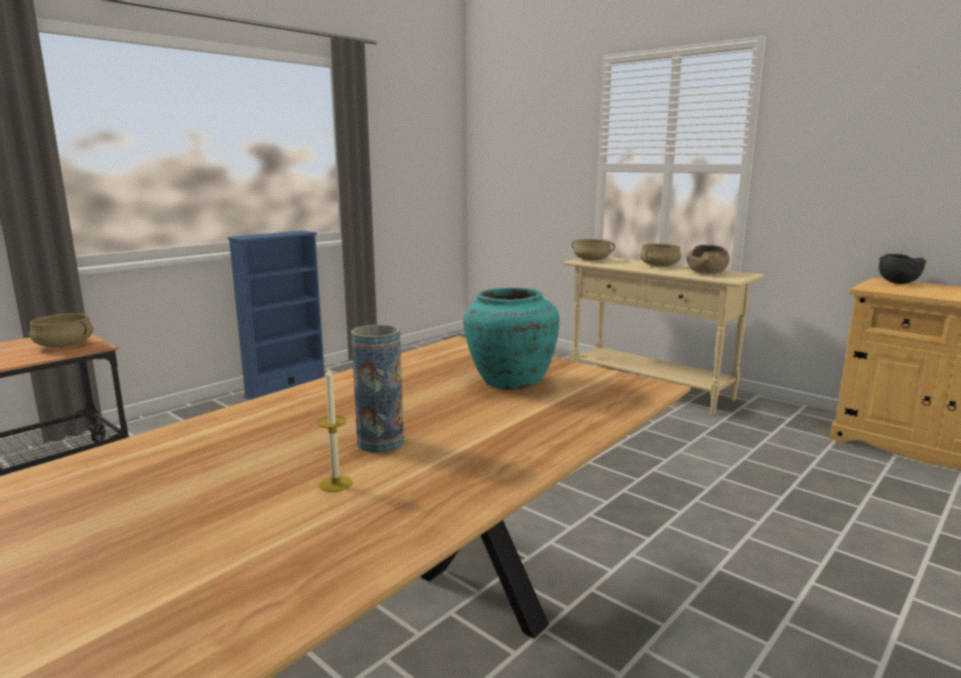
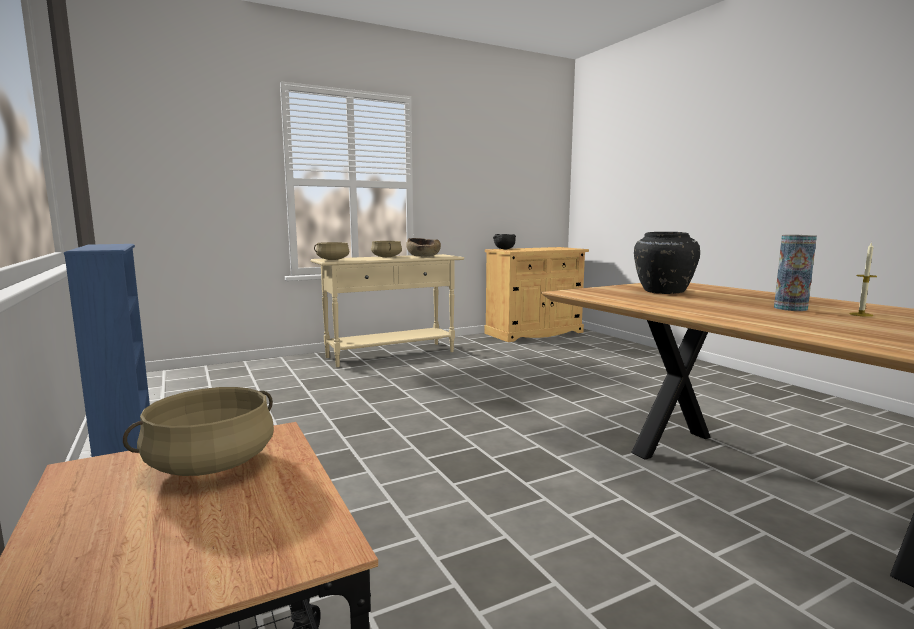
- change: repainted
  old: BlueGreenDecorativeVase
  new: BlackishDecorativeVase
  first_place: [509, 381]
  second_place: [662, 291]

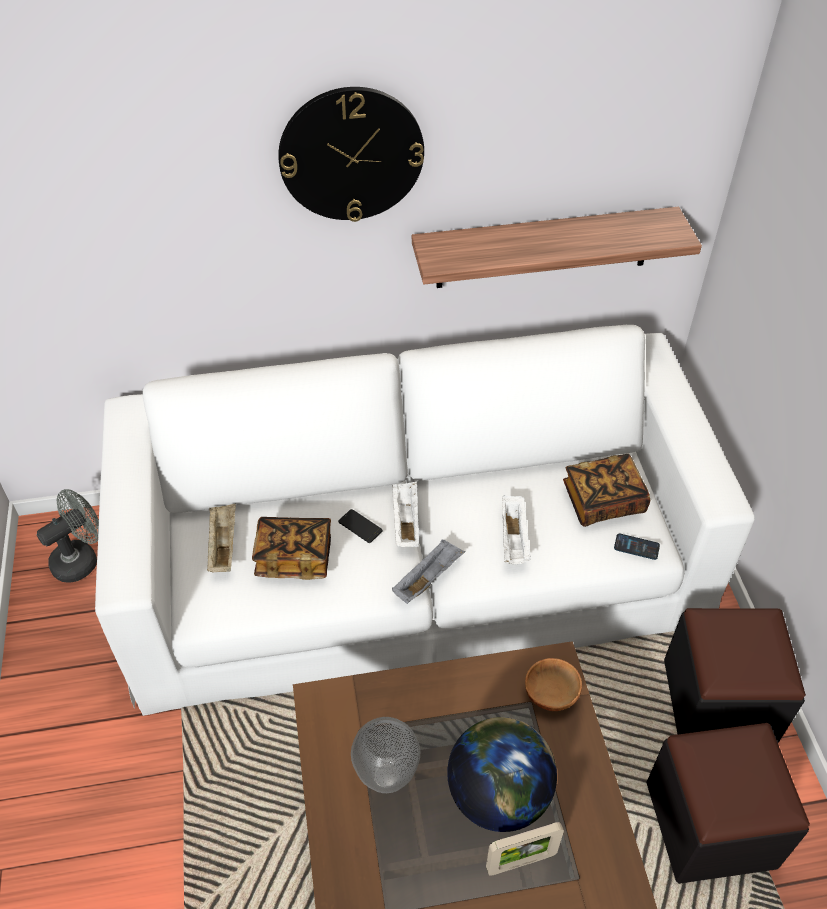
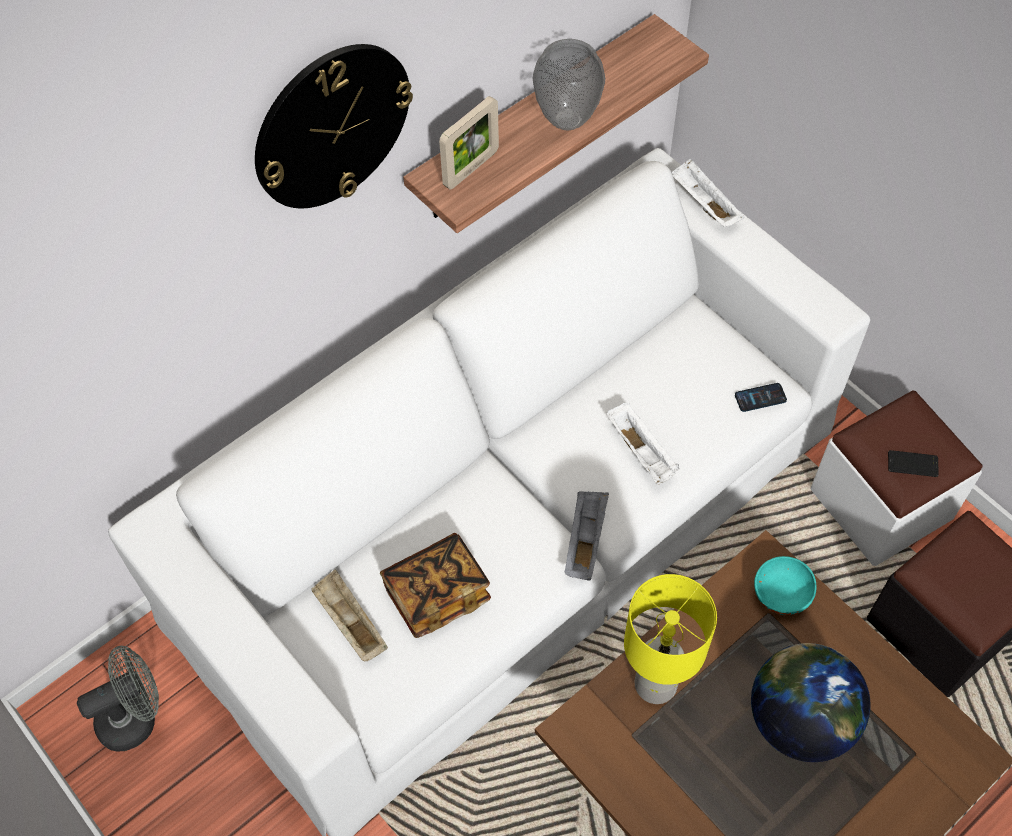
- change: gone
  old: BoundBook
  first_place: [603, 501]
- change: shifted
  old: WhitishCarryingTray
  first_place: [405, 522]
  second_place: [703, 204]
- change: rotated
  old: GreyishFan
  first_place: [81, 559]
  second_place: [135, 717]
  degrees: 45
- change: shifted
  old: Telephone
  first_place: [360, 526]
  second_place: [912, 464]
- change: repainted
  old: BlackishPouffe
  new: WhitishPouffe
  first_place: [718, 701]
  second_place: [881, 503]
- change: repainted
  old: BrownColouredServingBowl
  new: BlueGreenServingBowl
  first_place: [550, 693]
  second_place: [780, 594]
- change: shifted
  old: DecorativeVase
  first_place: [387, 775]
  second_place: [568, 119]
- change: shifted
  old: StandingFrame
  first_place: [521, 862]
  second_place: [471, 169]
- change: new
  new: YellowColouredTableLamp
  second_place: [657, 684]

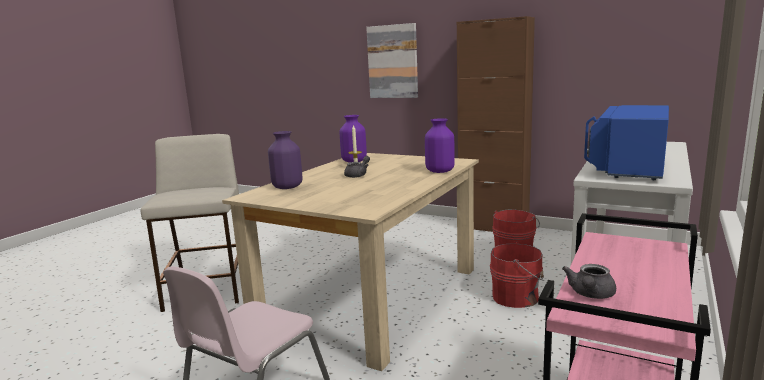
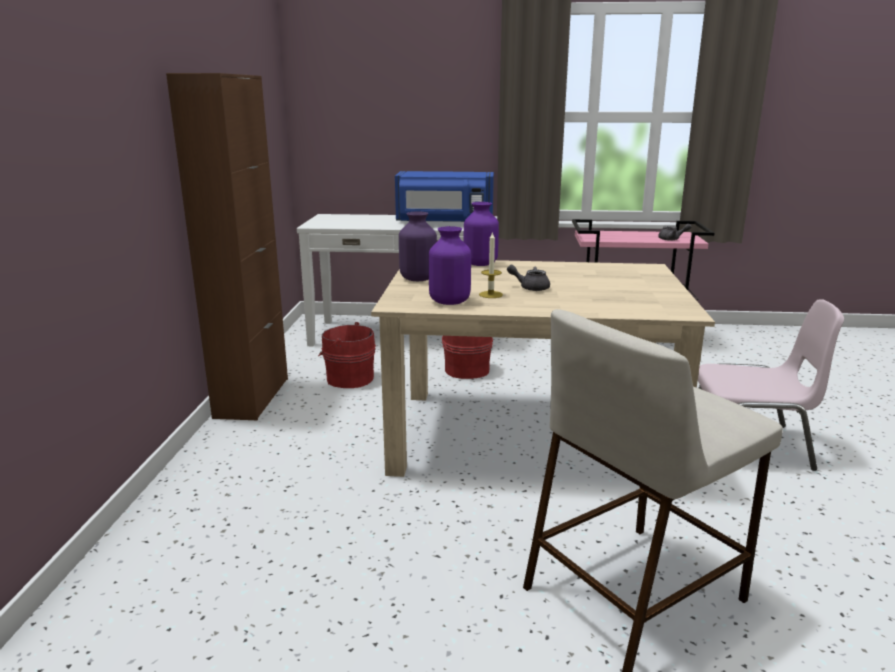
- change: gone
  old: WallPicture
  first_place: [393, 62]
- change: shifted
  old: PurplishDecorativeVase
  first_place: [287, 187]
  second_place: [418, 279]

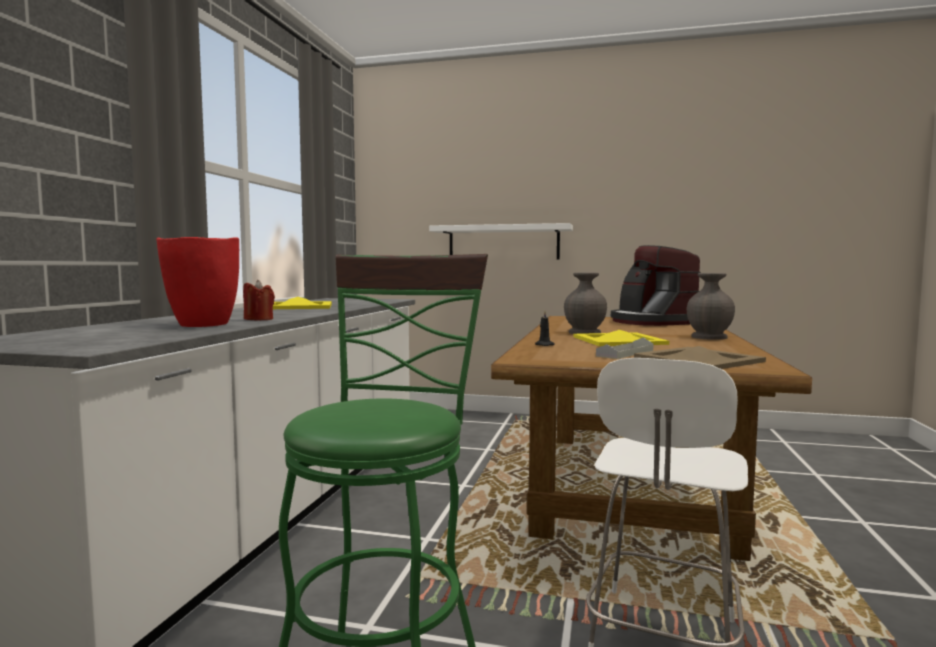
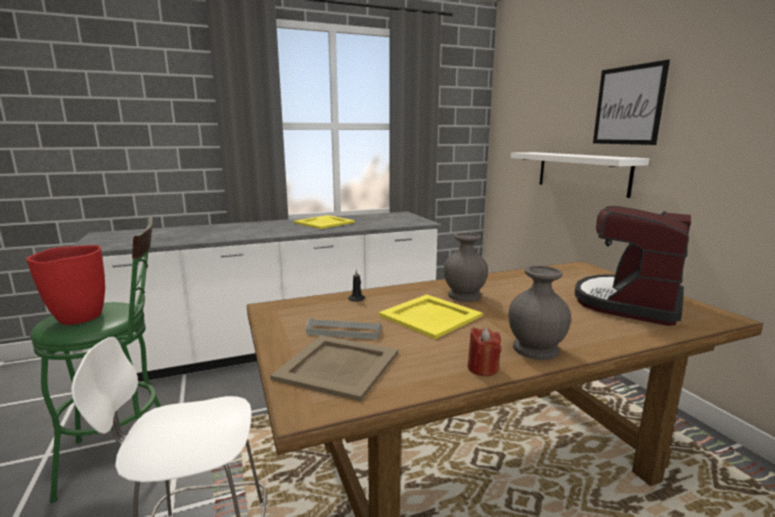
- change: shifted
  old: RedColouredDecorativeVase
  first_place: [203, 325]
  second_place: [78, 318]
- change: shifted
  old: RedColouredWaxCandle
  first_place: [259, 319]
  second_place: [482, 368]
- change: new
  new: WallPicture
  second_place: [628, 105]

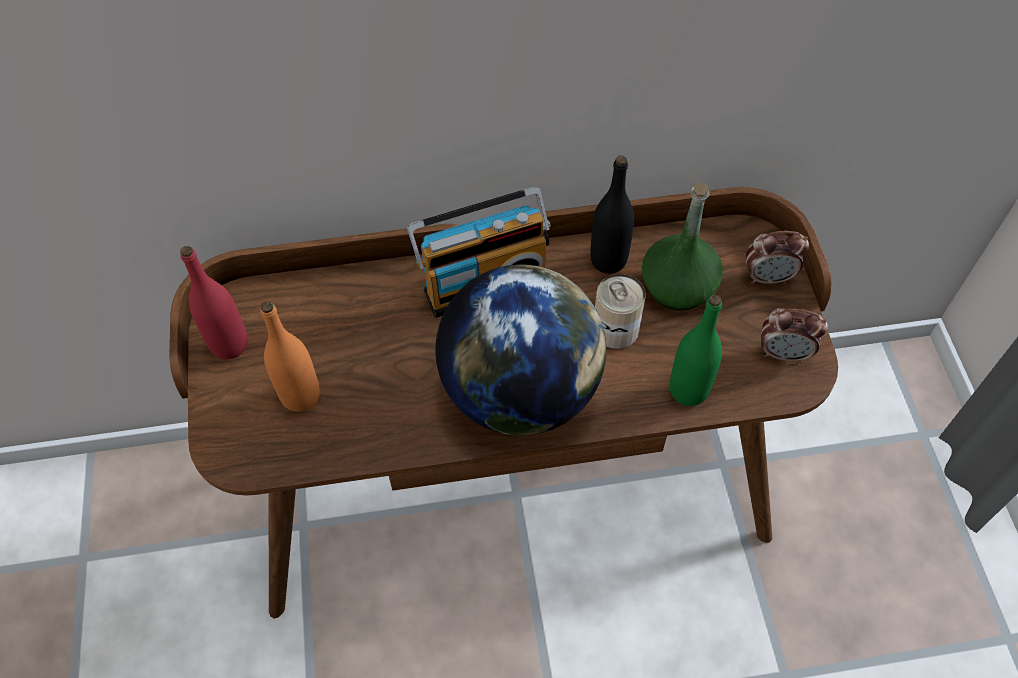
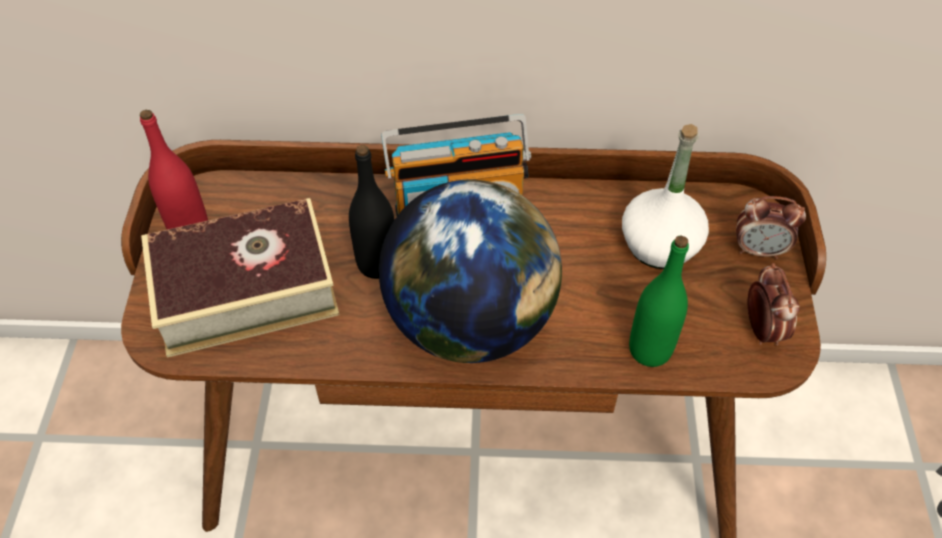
- change: shifted
  old: BlackishBeverageBottle
  first_place: [608, 260]
  second_place: [377, 264]
- change: repainted
  old: GreenColouredBeverageBottle
  new: WhitishBeverageBottle
  first_place: [678, 287]
  second_place: [659, 245]
- change: gone
  old: MetalCan
  first_place: [615, 329]
- change: swapped
  old: OrangeBeverageBottle
  new: BoundBook
  first_place: [300, 395]
  second_place: [245, 290]
- change: rotated
  old: AlarmClock
  first_place: [784, 353]
  second_place: [762, 329]
  degrees: -120

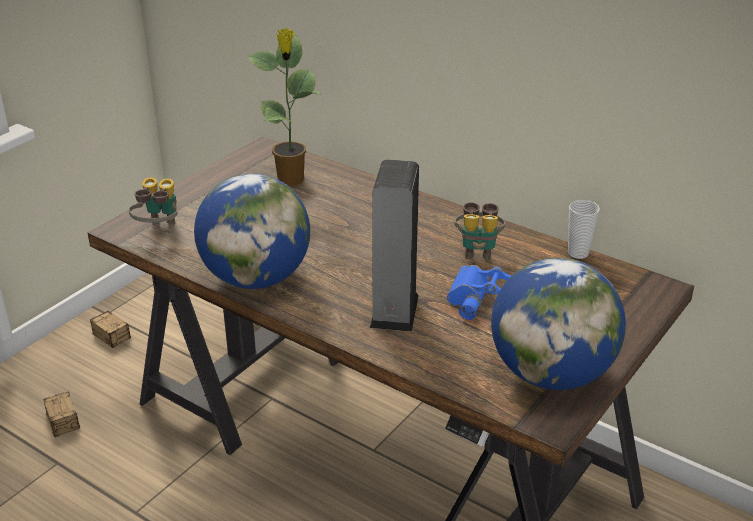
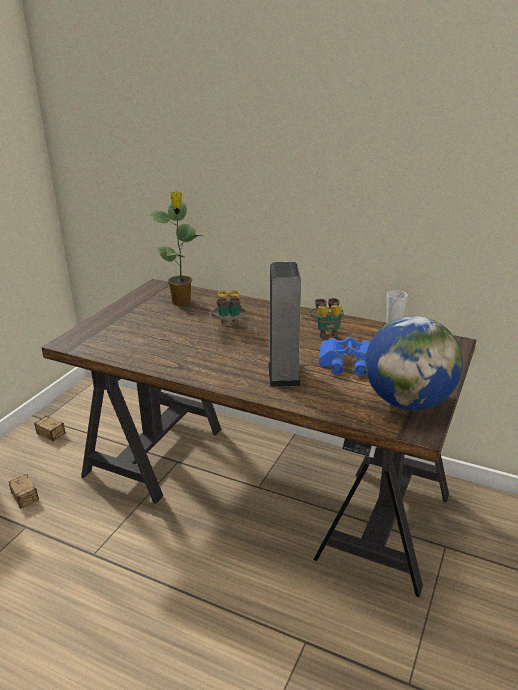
- change: gone
  old: DeskGlobe
  first_place: [256, 278]
- change: shifted
  old: PairOfBinoculars
  first_place: [159, 229]
  second_place: [229, 326]

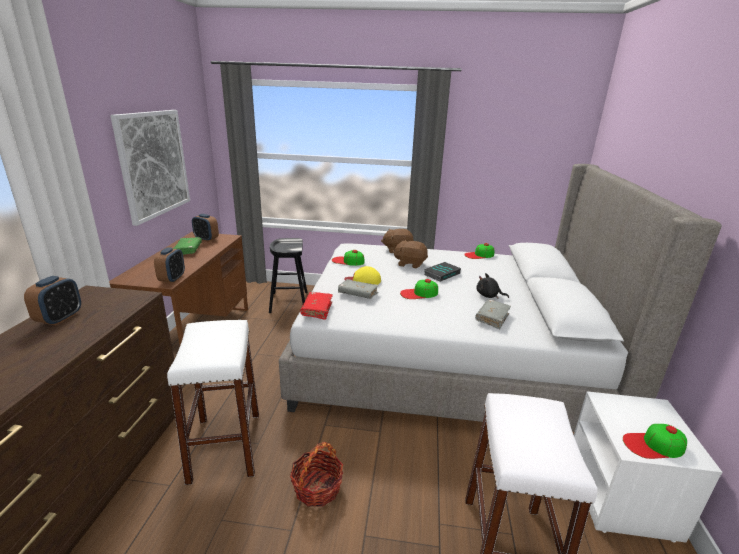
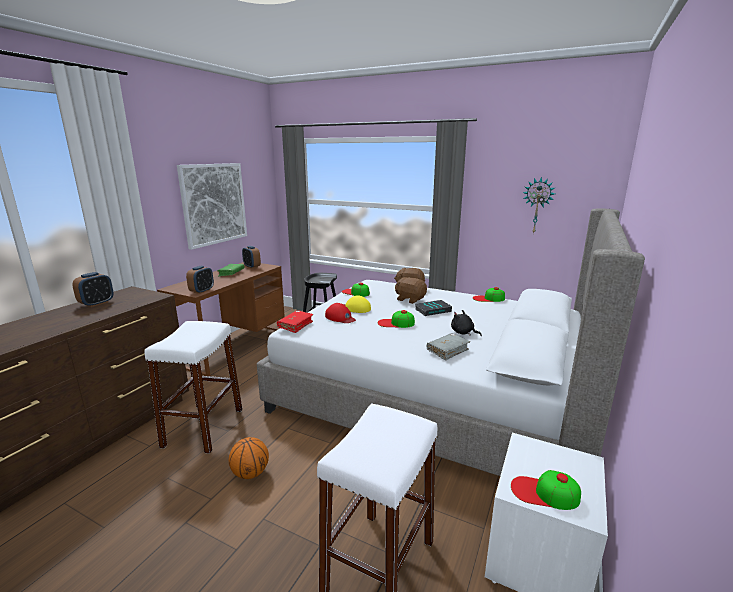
- change: swapped
  old: GreyishBoundBook
  new: RedColouredBaseballCap
  first_place: [358, 294]
  second_place: [340, 318]
- change: swapped
  old: HouseholdBasket
  new: Basketball
  first_place: [317, 488]
  second_place: [250, 473]
- change: new
  new: HangingClock
  second_place: [537, 205]

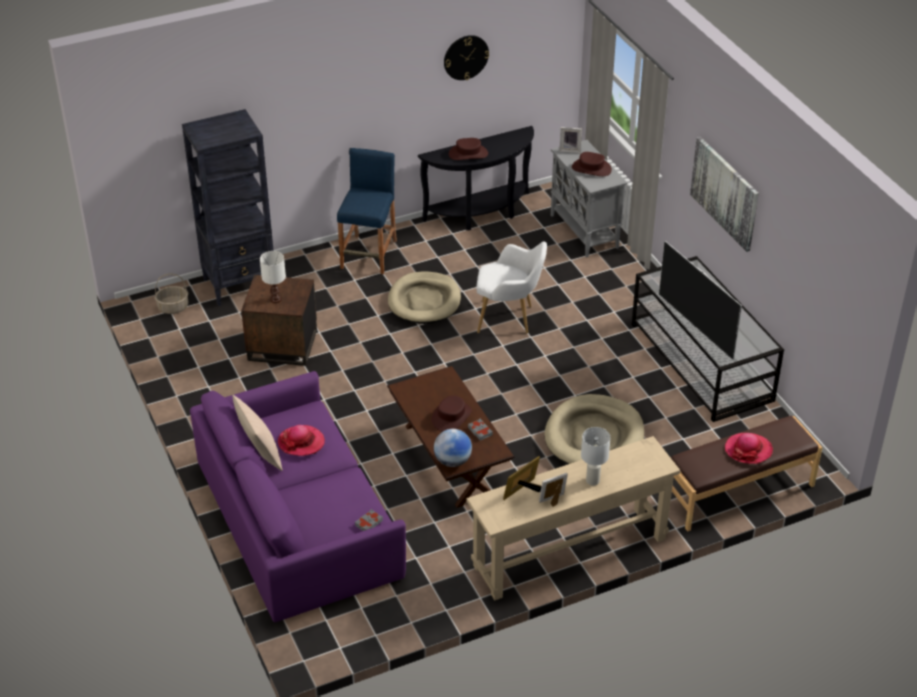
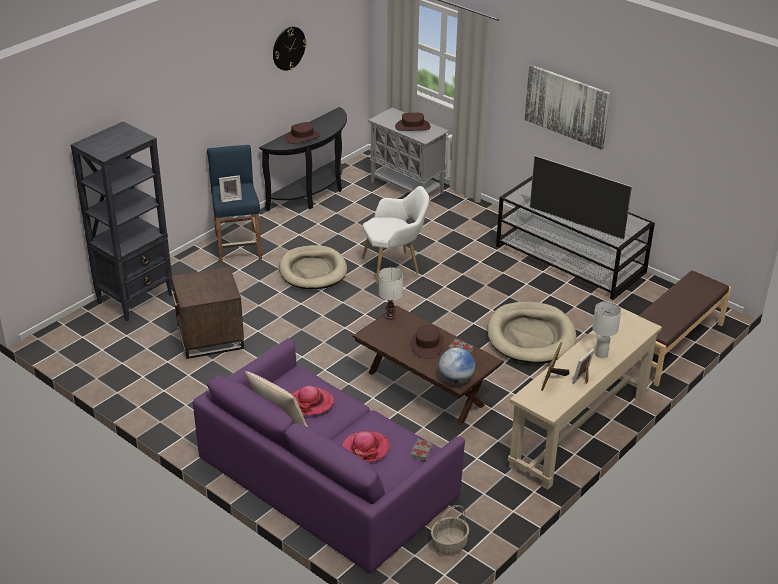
- change: shifted
  old: StandingFrame
  first_place: [570, 149]
  second_place: [231, 198]
- change: shifted
  old: WhitishTableLamp
  first_place: [276, 299]
  second_place: [390, 316]
- change: shifted
  old: HouseholdBasket
  first_place: [173, 307]
  second_place: [449, 543]
- change: shifted
  old: Hat
  first_place: [748, 450]
  second_place: [365, 448]

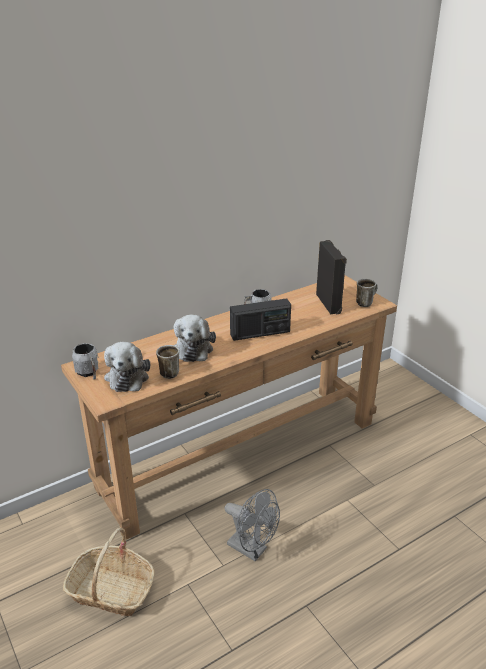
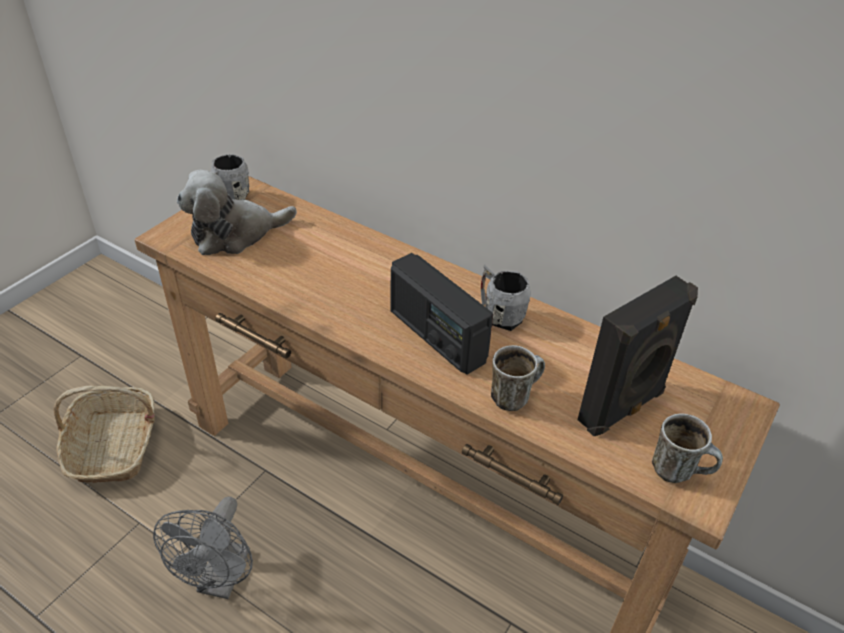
- change: gone
  old: CuddlyToy
  first_place: [193, 348]
- change: shifted
  old: CoffeeMug
  first_place: [168, 372]
  second_place: [514, 395]

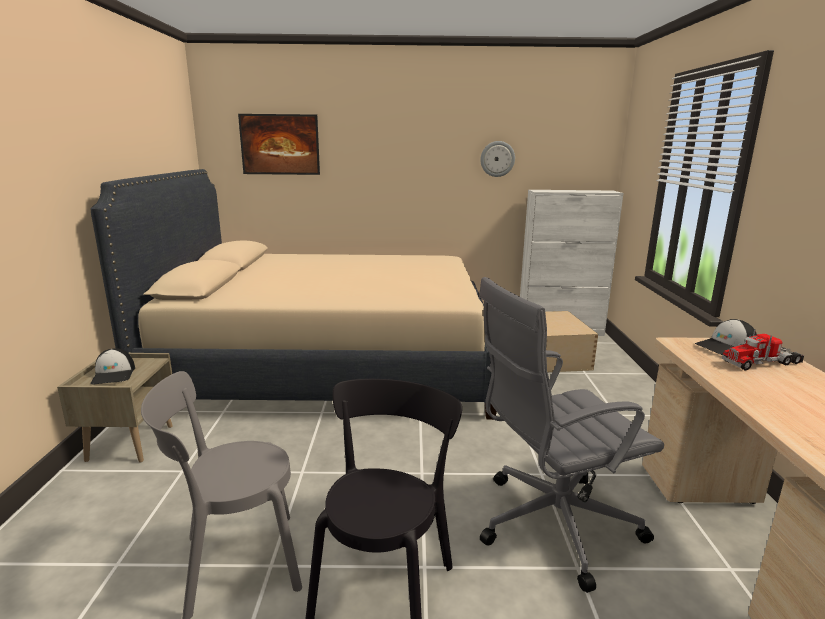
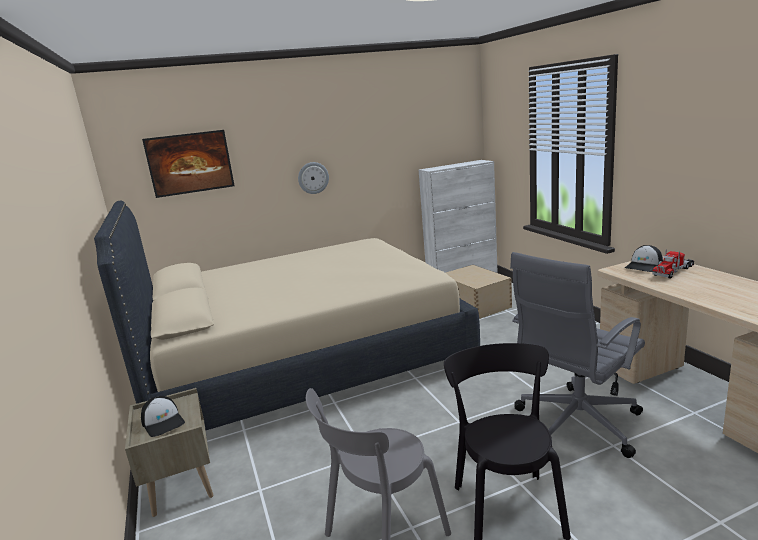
- change: shifted
  old: HangingClock
  first_place: [497, 159]
  second_place: [313, 178]

